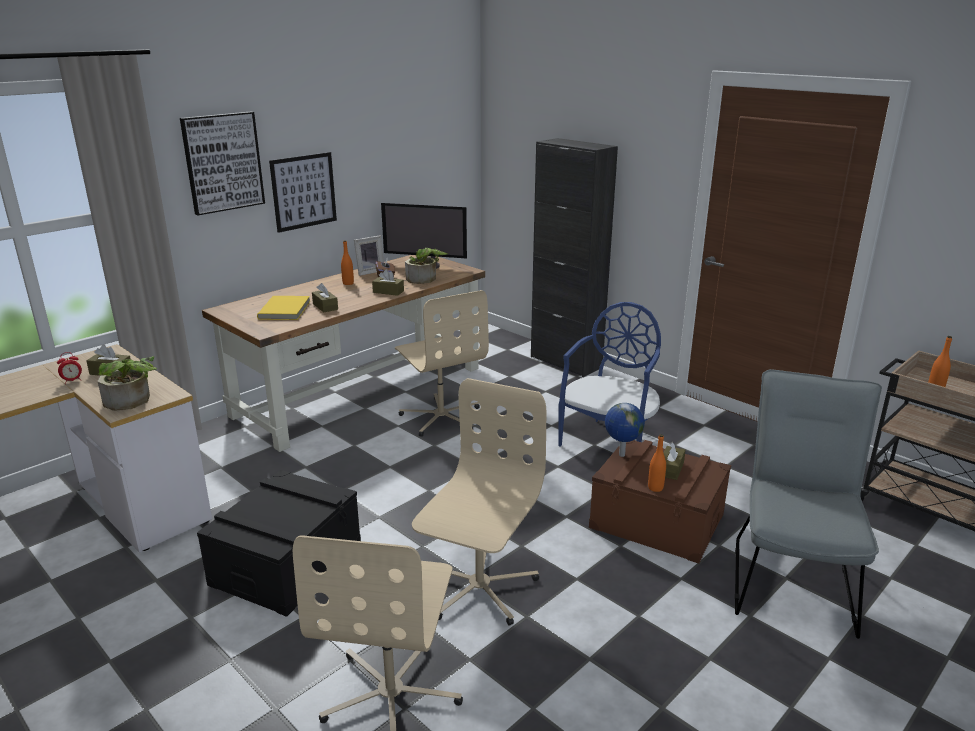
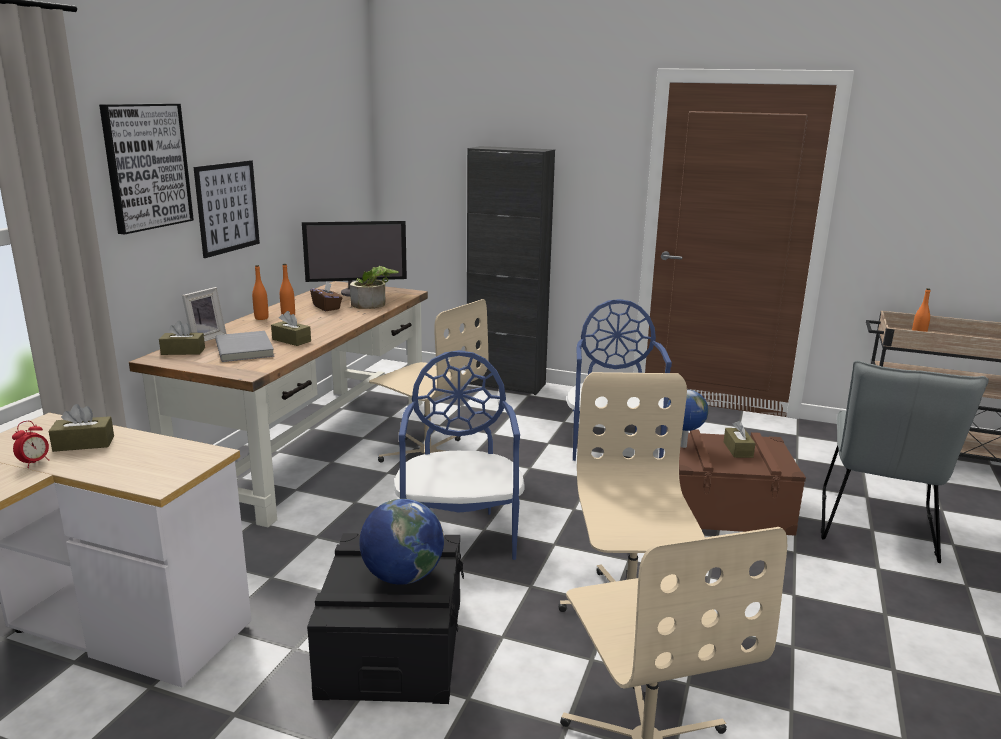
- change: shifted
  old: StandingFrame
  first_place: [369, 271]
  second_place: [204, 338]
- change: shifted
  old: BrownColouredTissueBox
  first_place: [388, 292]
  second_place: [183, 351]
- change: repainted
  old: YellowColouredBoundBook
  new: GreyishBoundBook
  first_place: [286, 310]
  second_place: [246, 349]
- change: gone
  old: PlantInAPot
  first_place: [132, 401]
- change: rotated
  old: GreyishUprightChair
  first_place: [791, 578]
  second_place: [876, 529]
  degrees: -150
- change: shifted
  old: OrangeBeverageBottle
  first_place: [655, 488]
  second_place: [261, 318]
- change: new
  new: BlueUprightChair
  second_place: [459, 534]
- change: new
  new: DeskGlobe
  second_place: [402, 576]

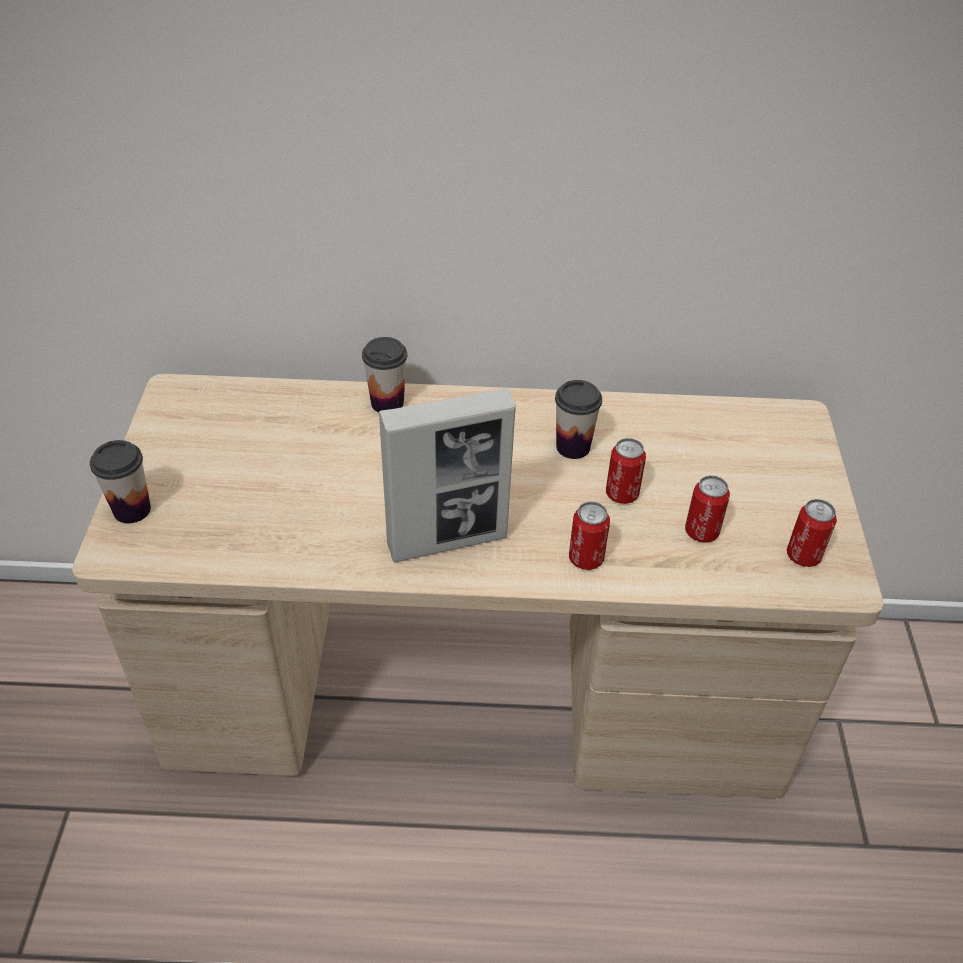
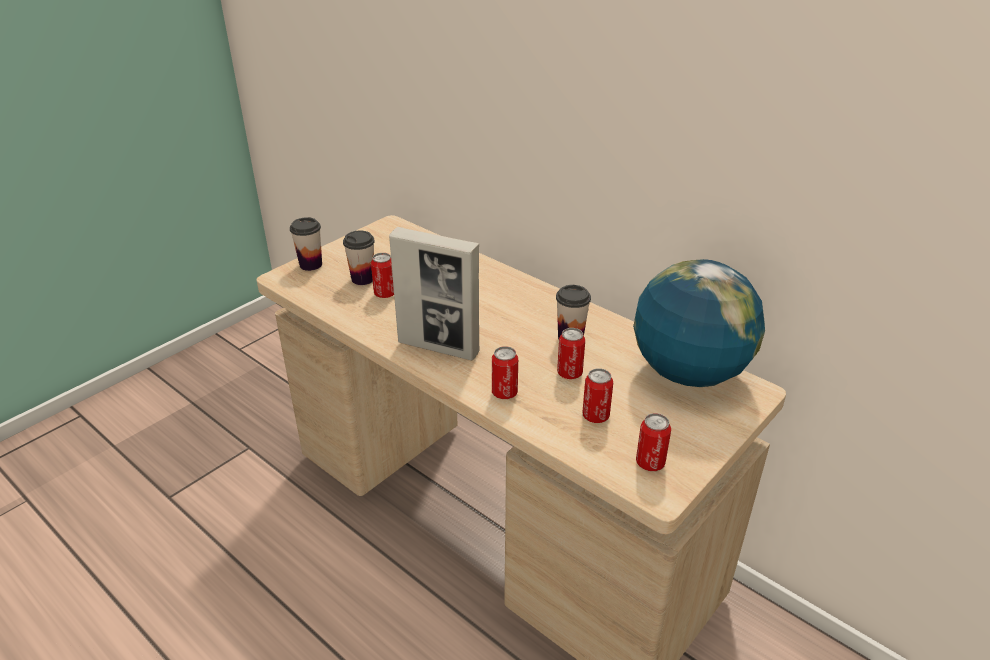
- change: shifted
  old: SmallCup
  first_place: [387, 403]
  second_place: [363, 279]
- change: new
  new: MetalCan
  second_place: [385, 294]
- change: new
  new: DeskGlobe
  second_place: [688, 373]

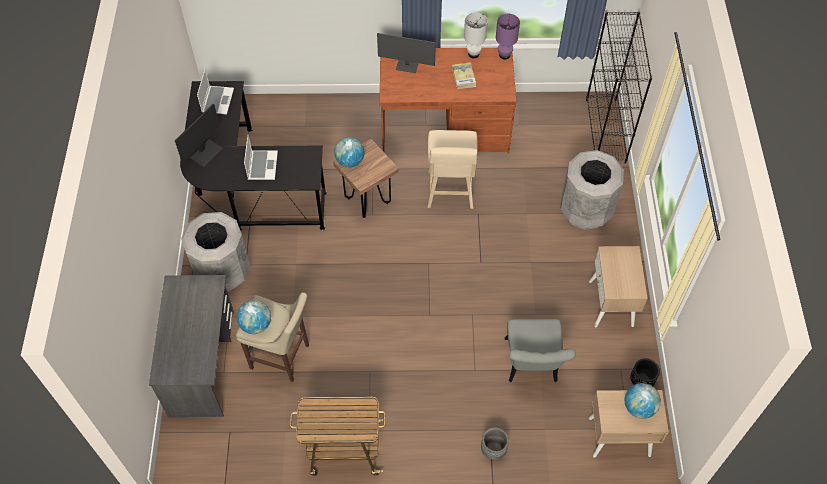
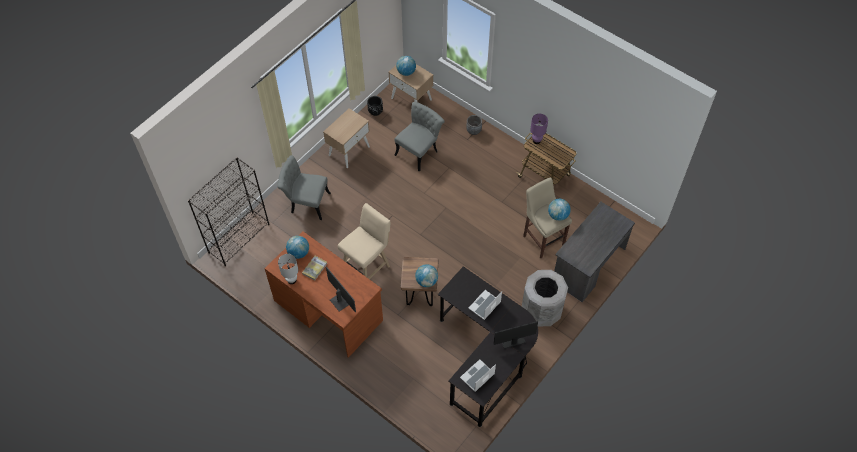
- change: shifted
  old: PurplishTableLamp
  first_place: [504, 55]
  second_place: [536, 141]
- change: swapped
  old: GreyishTrashCan
  new: GreyishUprightChair
  first_place: [586, 210]
  second_place: [306, 202]
- change: new
  new: DeskGlobe
  second_place: [299, 252]

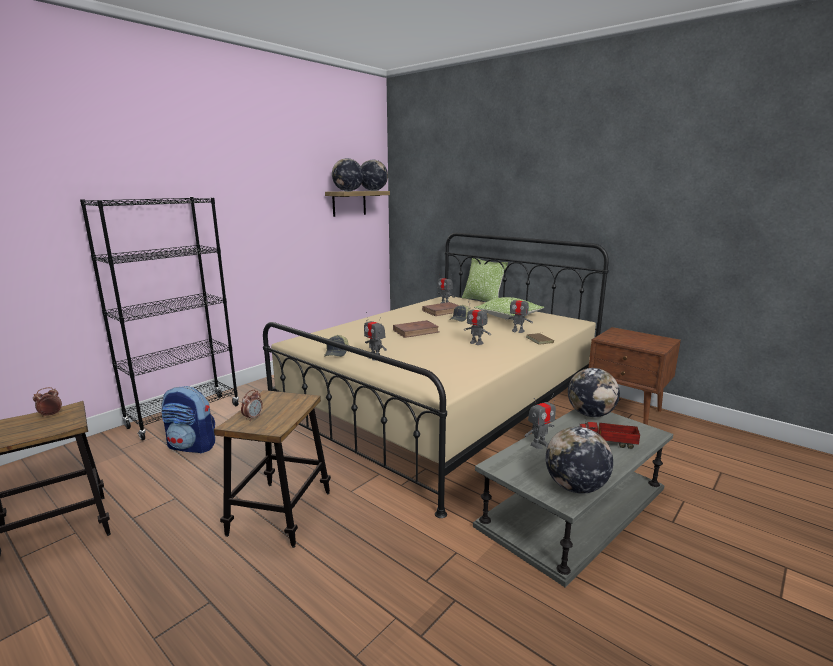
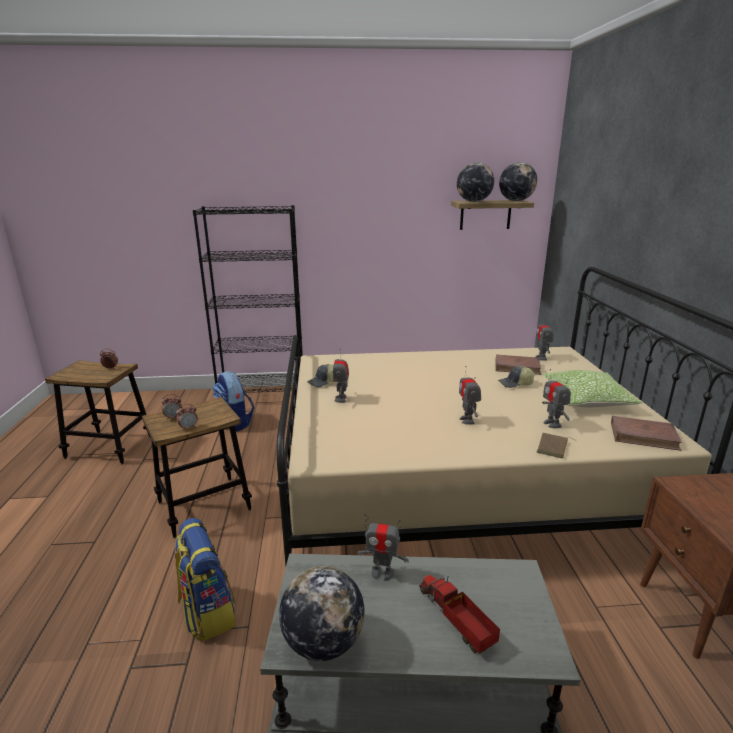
- change: gone
  old: Cushion
  first_place: [483, 301]
- change: shifted
  old: BrownColouredBoundBook
  first_place: [416, 331]
  second_place: [644, 436]
- change: gone
  old: DeskGlobe
  first_place: [590, 414]
- change: new
  new: AlarmClock
  second_place: [188, 428]
- change: new
  new: Rucksack
  second_place: [207, 612]

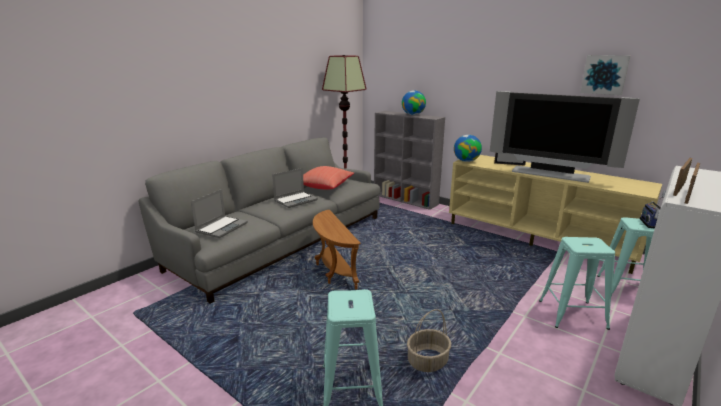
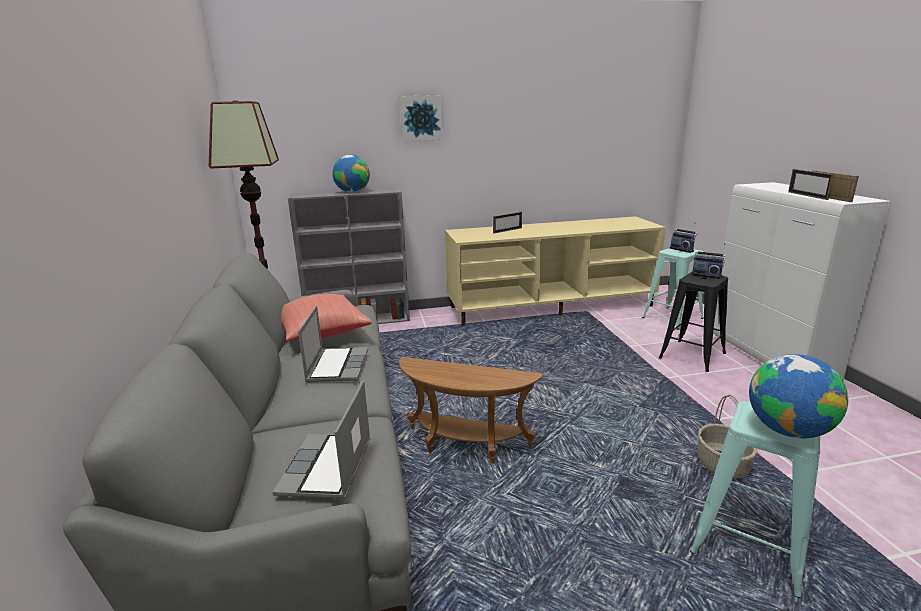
- change: shifted
  old: WallPicture
  first_place: [604, 74]
  second_place: [421, 118]
- change: gone
  old: TvSet
  first_place: [550, 174]
- change: shifted
  old: DeskGlobe
  first_place: [466, 161]
  second_place: [788, 430]
- change: rotated
  old: Laptop
  first_place: [221, 227]
  second_place: [327, 468]
  degrees: -150
- change: repainted
  old: BlueGreenSittingStool
  new: BlackishSittingStool
  first_place: [572, 314]
  second_place: [692, 355]
- change: new
  new: Radio
  second_place: [706, 275]

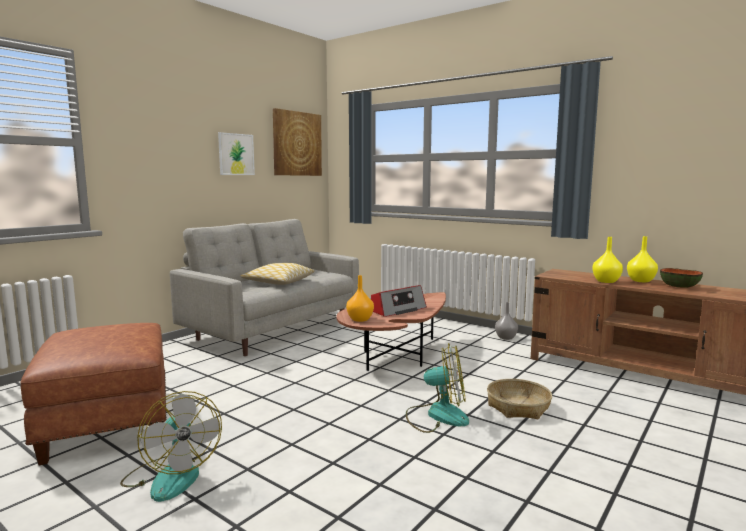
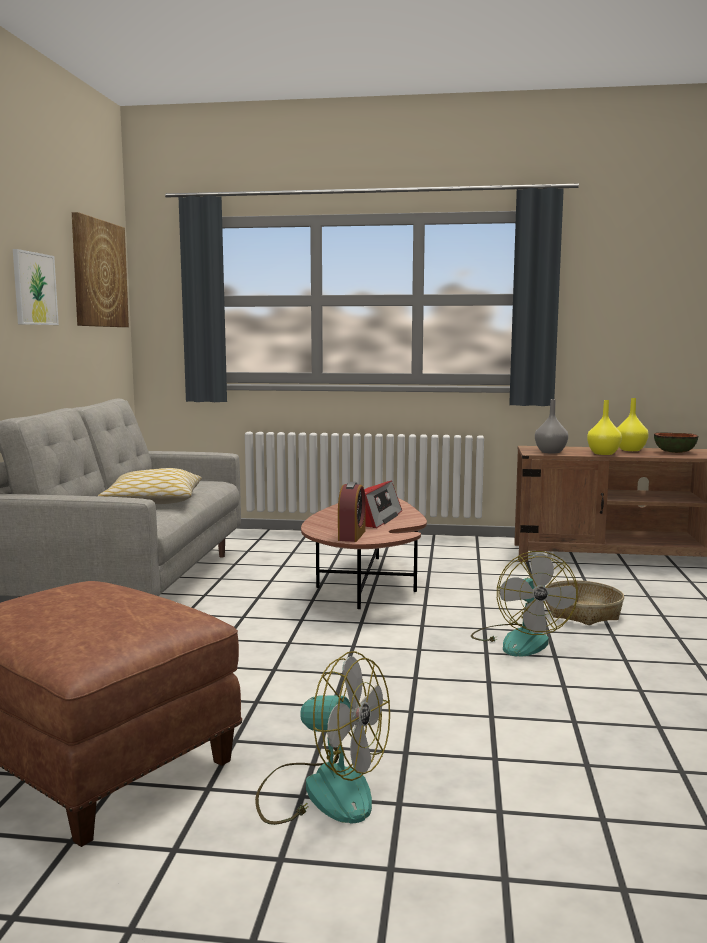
- change: swapped
  old: OrangeDecorativeVase
  new: AlarmClock
  first_place: [360, 319]
  second_place: [351, 535]
- change: shifted
  old: GreyishDecorativeVase
  first_place: [505, 337]
  second_place: [550, 452]
- change: rotated
  old: Fan
  first_place: [437, 416]
  second_place: [520, 640]
  degrees: 105

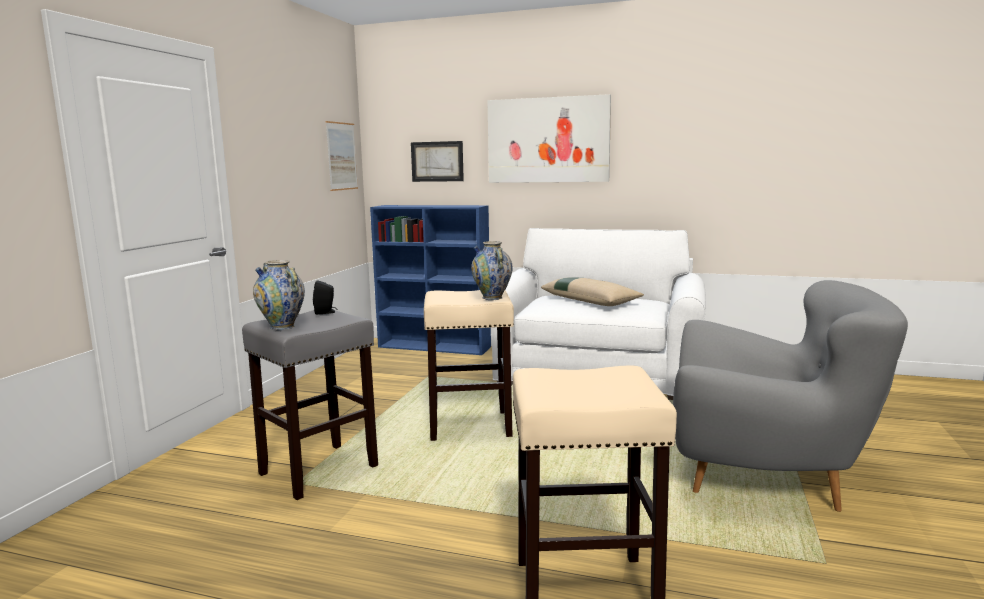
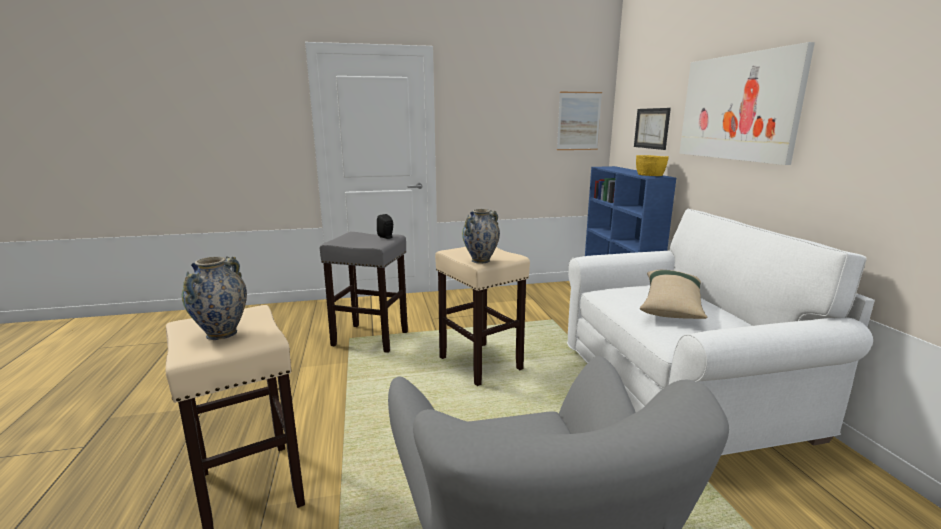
- change: shifted
  old: DecorativeVase
  first_place: [282, 327]
  second_place: [221, 334]
- change: new
  new: YellowColouredServingBowl
  second_place: [650, 175]

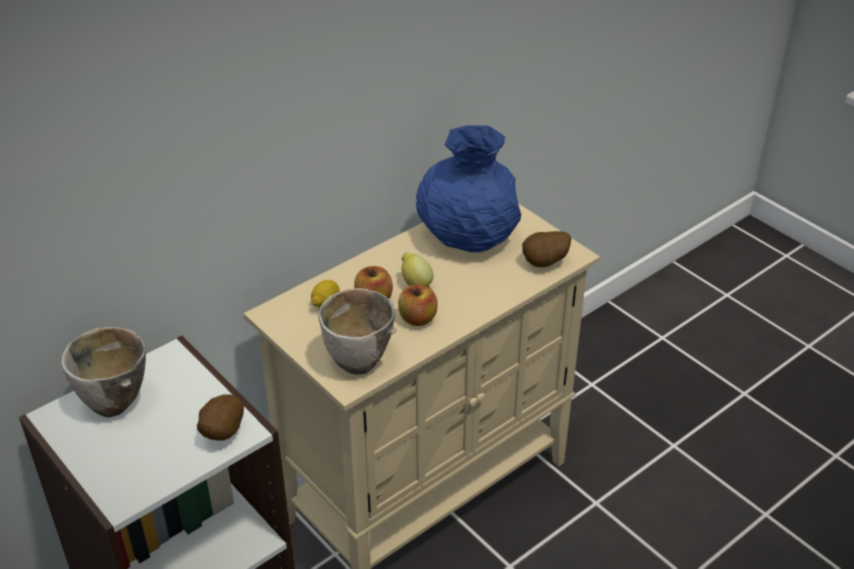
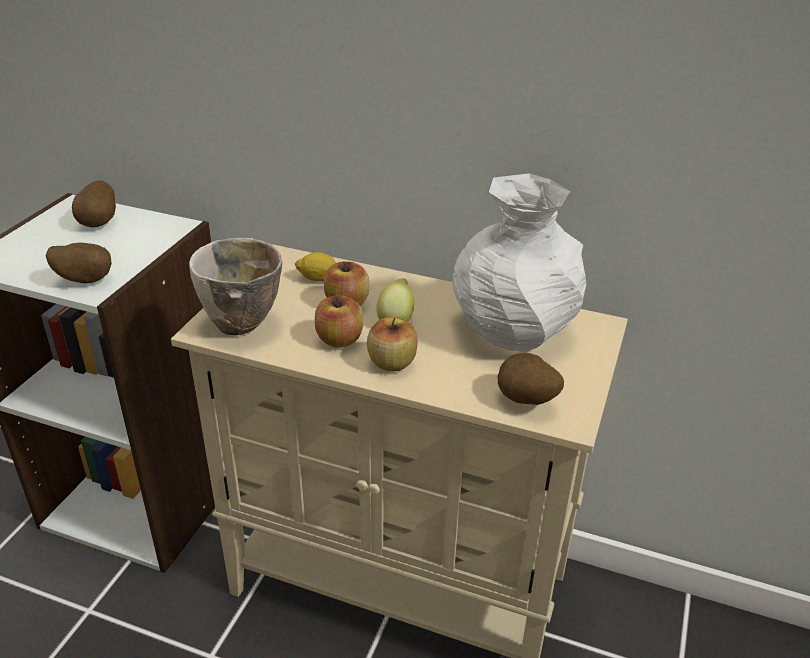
- change: repainted
  old: BlueDecorativeVase
  new: WhitishDecorativeVase
  first_place: [467, 237]
  second_place: [512, 329]
- change: swapped
  old: ServingBowl
  new: Spud
  first_place: [115, 405]
  second_place: [100, 223]
- change: new
  new: WholeApple
  second_place: [391, 363]

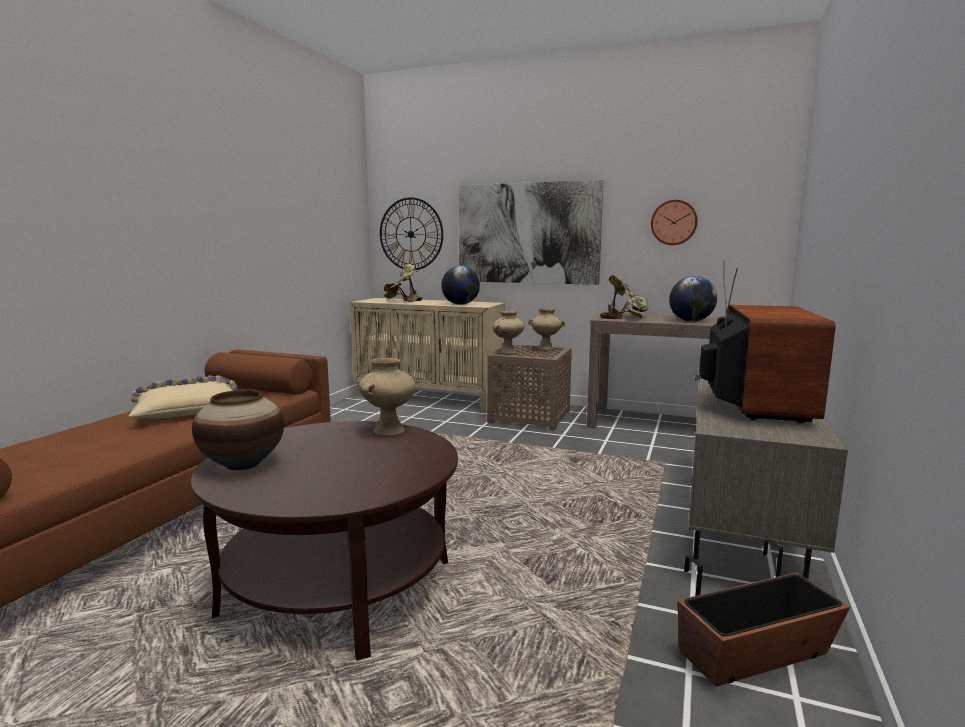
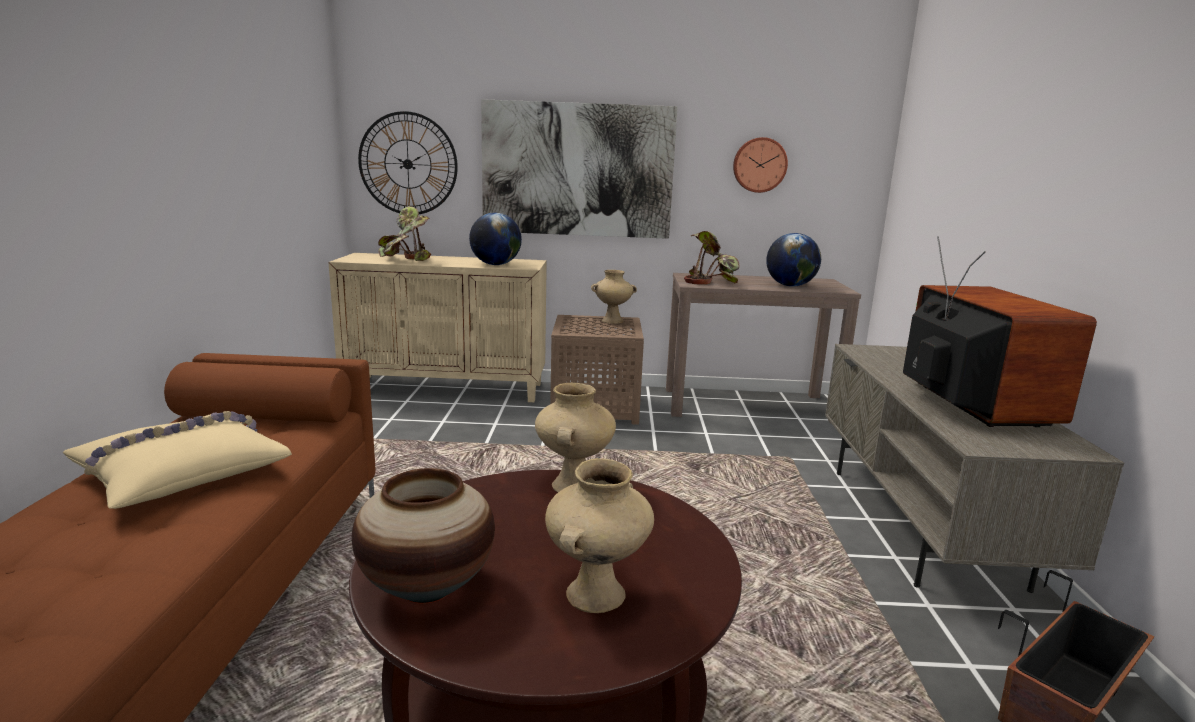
- change: shifted
  old: SandColouredDecorativeVase
  first_place: [508, 352]
  second_place: [596, 596]

